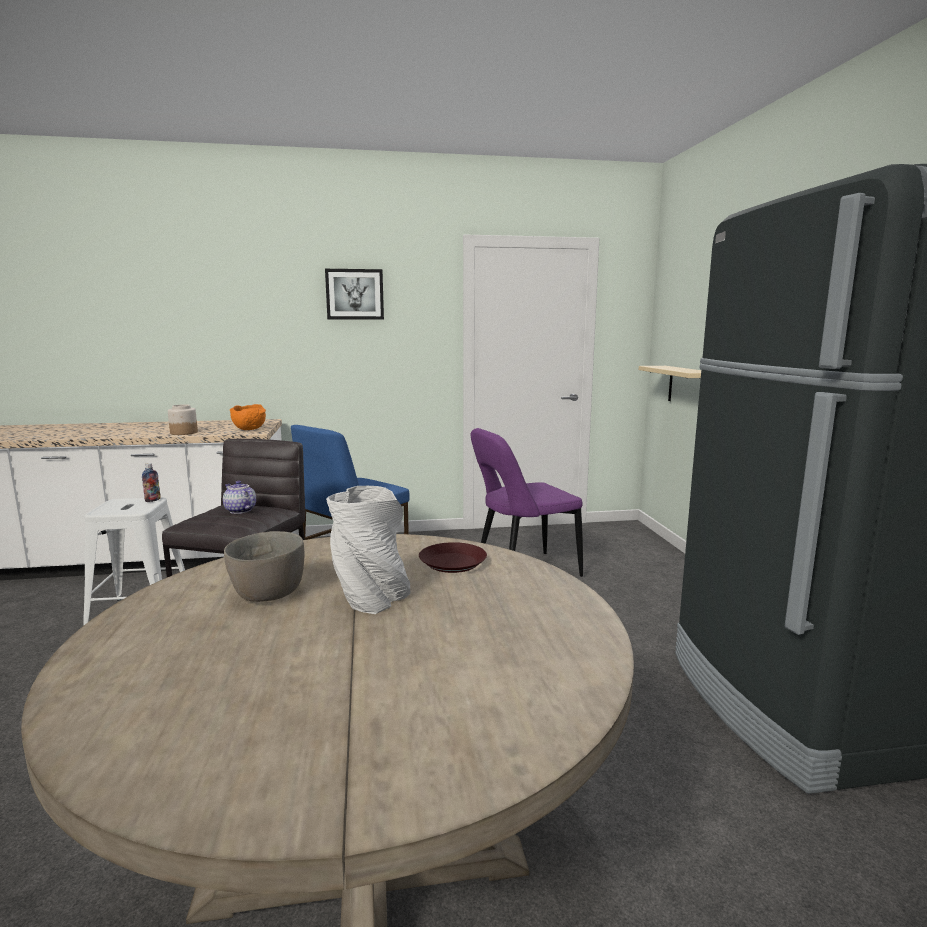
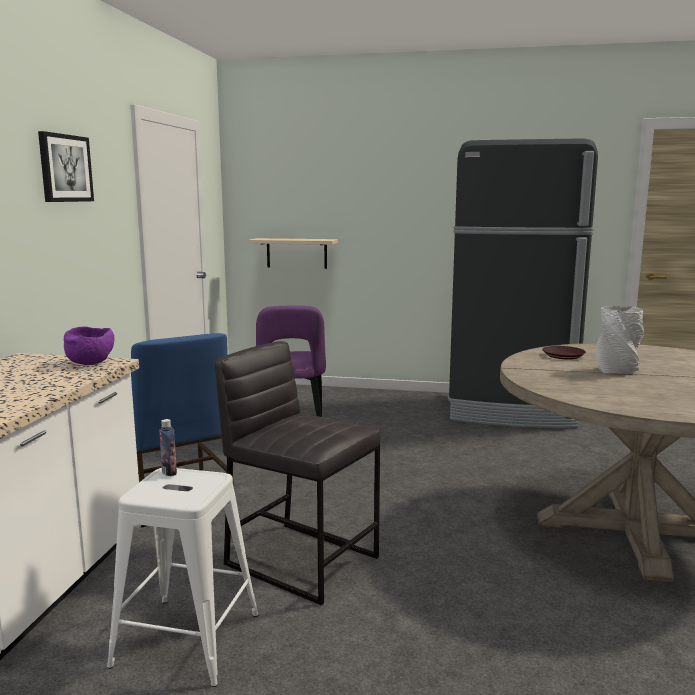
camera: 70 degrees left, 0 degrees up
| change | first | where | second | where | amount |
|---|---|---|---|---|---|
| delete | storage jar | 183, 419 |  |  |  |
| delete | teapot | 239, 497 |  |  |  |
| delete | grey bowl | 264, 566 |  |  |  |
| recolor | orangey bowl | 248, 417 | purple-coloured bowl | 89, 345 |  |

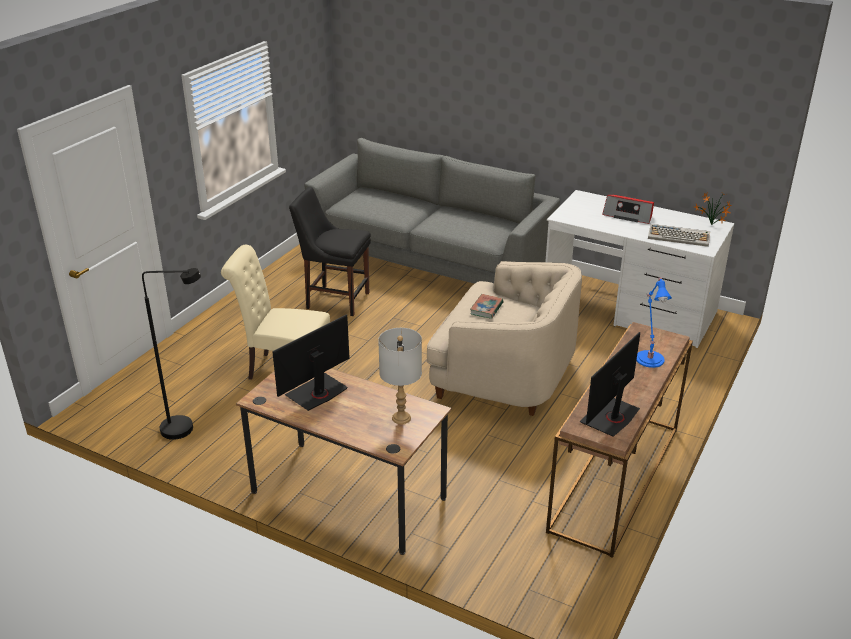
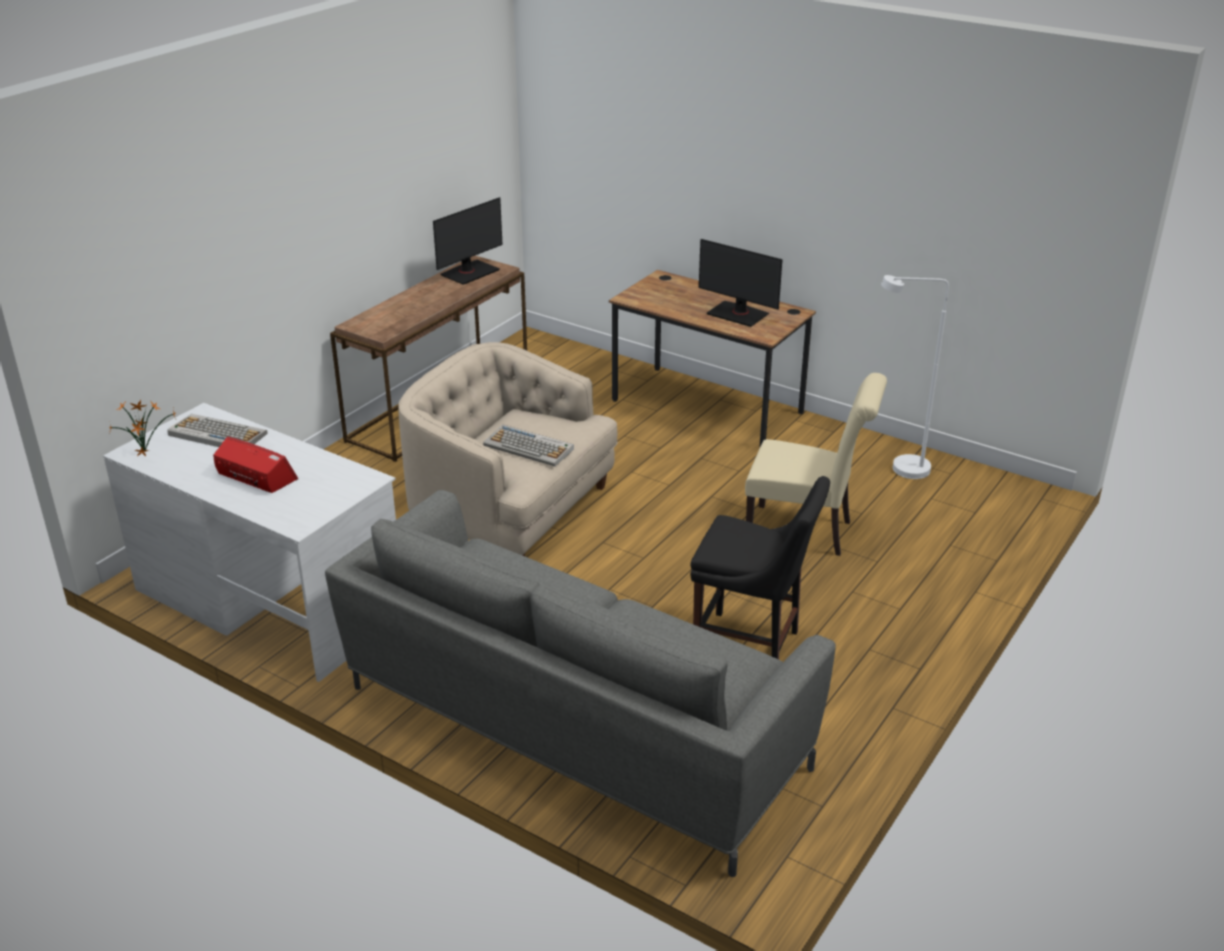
camera: 175 degrees left, 0 degrees up
| change | first | where | second | where | amount |
|---|---|---|---|---|---|
| recolor | black standard lamp | 171, 354 | white-coloured standard lamp | 915, 377 |  |
| rotate | computer display | 311, 362 |  | 741, 283 | 75 degrees clockwise |
| delete | grey table lamp | 400, 376 |  |  |  |
| replace | volume | 487, 306 | PC keyboard | 528, 445 |  |
| delete | blue-coloured table lamp | 654, 322 |  |  |  |

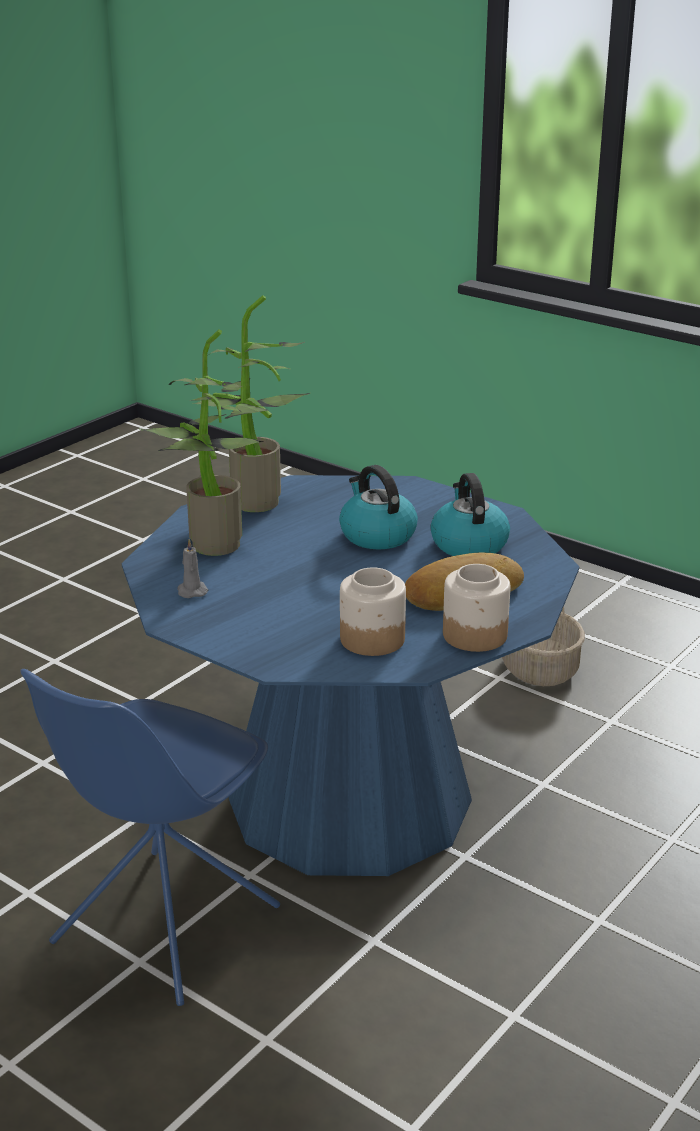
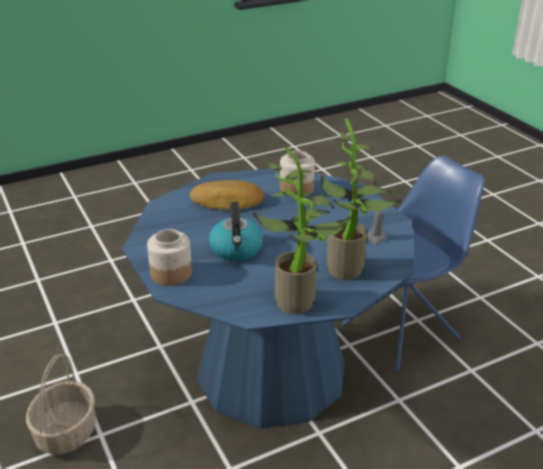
camera: 155 degrees left, 5 degrees up
| change | first | where | second | where | amount |
|---|---|---|---|---|---|
| delete | water kettle | 470, 514 |  |  |  |
| move | storage jar | 476, 608 |  | 169, 257 |  |

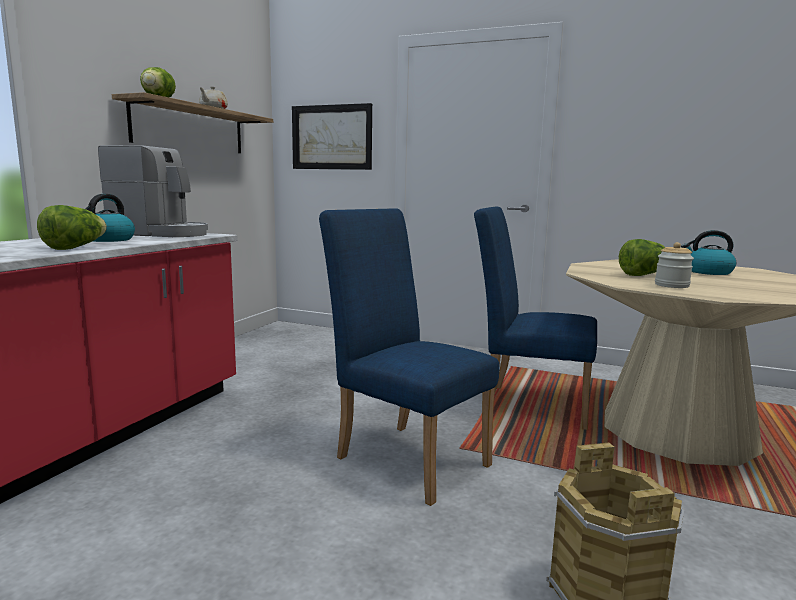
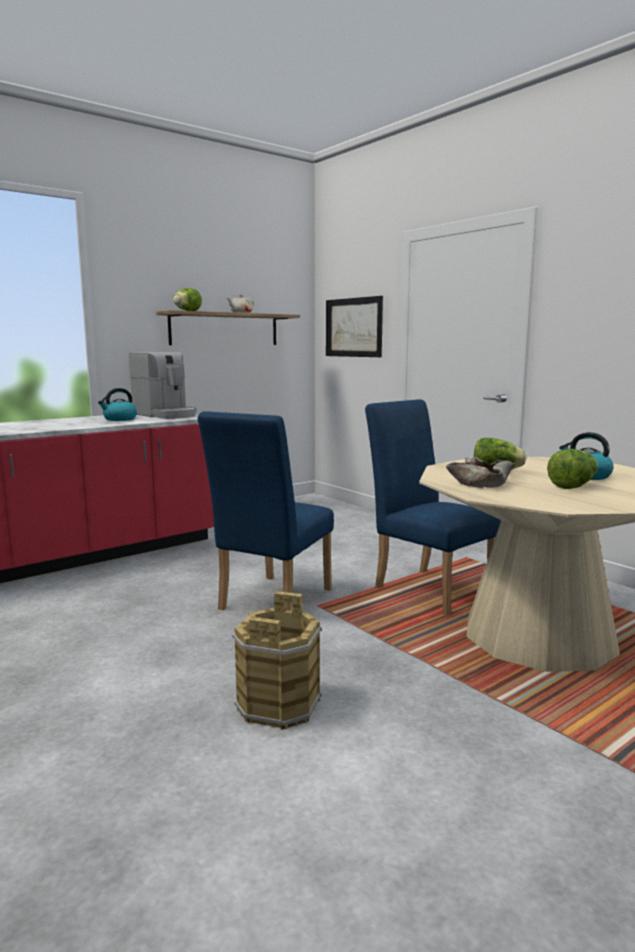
camera: 30 degrees right, 0 degrees up
| change | first | where | second | where | amount |
|---|---|---|---|---|---|
| move | lettuce head | 72, 227 |  | 572, 469 |  |
| rotate | blue-coloured upright chair | 409, 357 |  | 266, 510 | 135 degrees counterclockwise |
| replace | storage jar | 674, 265 | sand-coloured bowl | 480, 472 |  |

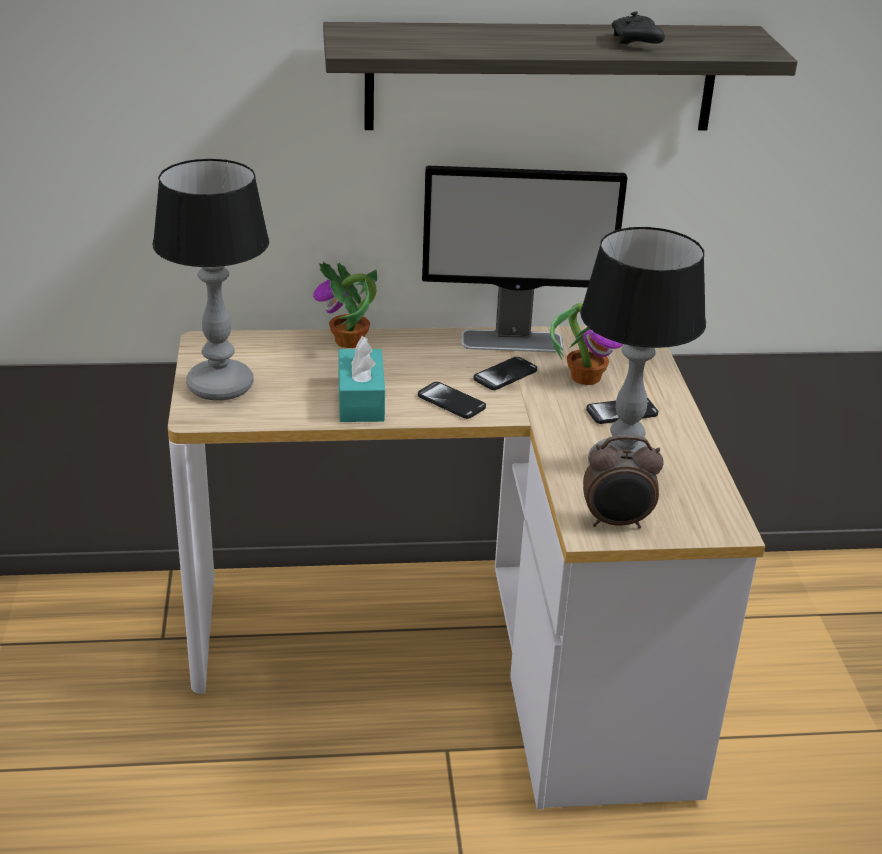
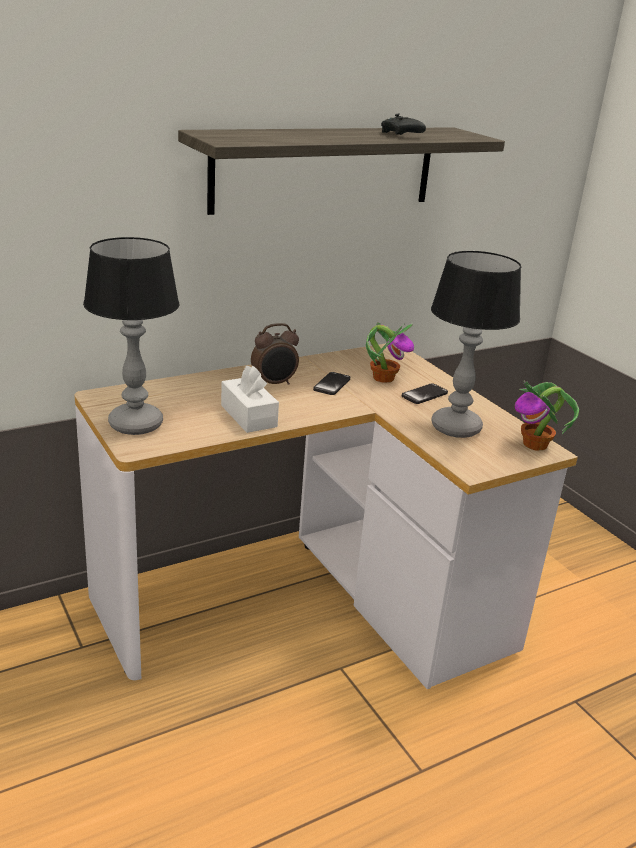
camera: 25 degrees left, 5 degrees down
| change | first | where | second | where | amount |
|---|---|---|---|---|---|
| move | potted plant | 345, 305 |  | 547, 415 |  |
| recolor | turquoise-coloured tissue box | 361, 379 | white-coloured tissue box | 250, 399 |  |
| delete | handset | 452, 400 |  |  |  |
| delete | computer display | 524, 259 |  |  |  |
| move | table clock | 623, 482 |  | 275, 354 |  |

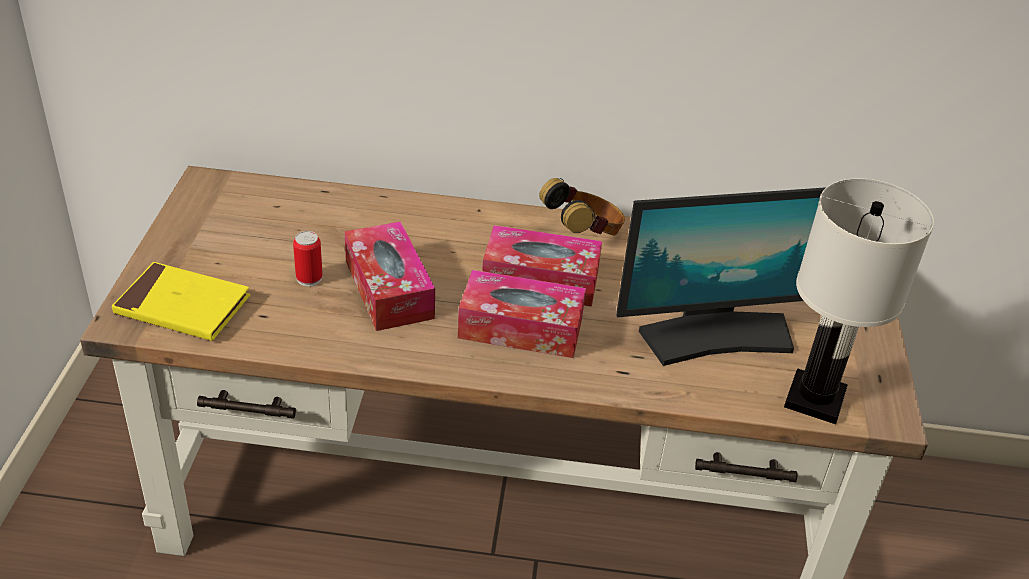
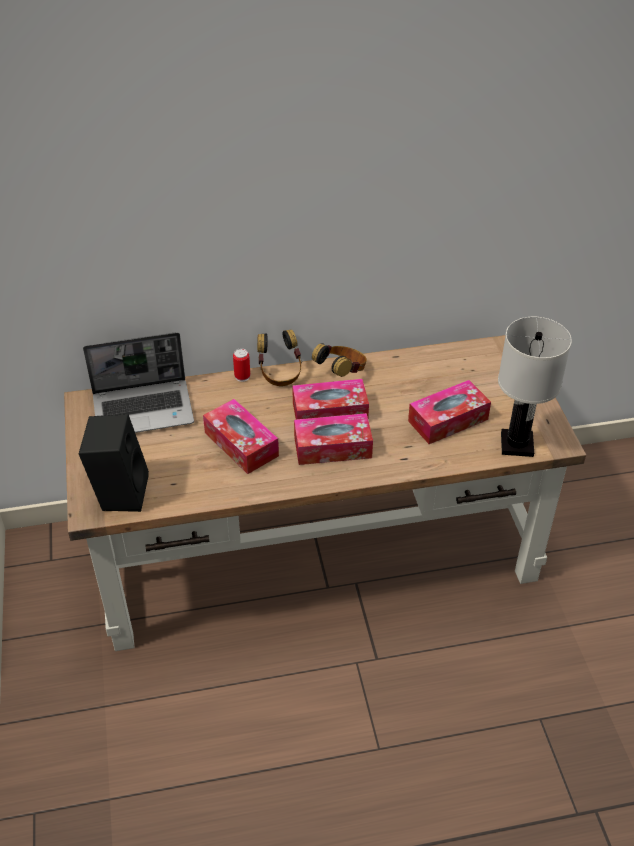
camera: 15 degrees left, 5 degrees up
| change | first | where | second | where | amount |
|---|---|---|---|---|---|
| replace | yellowish volume | 181, 301 | black audio speaker | 114, 463 |  |
| move | metal can | 308, 259 |  | 241, 365 |  |
| replace | computer display | 721, 276 | tissue box | 449, 412 |  |
| insert |  |  | notebook computer | 138, 382 |  |
| insert |  |  | headphones | 279, 357 |  |

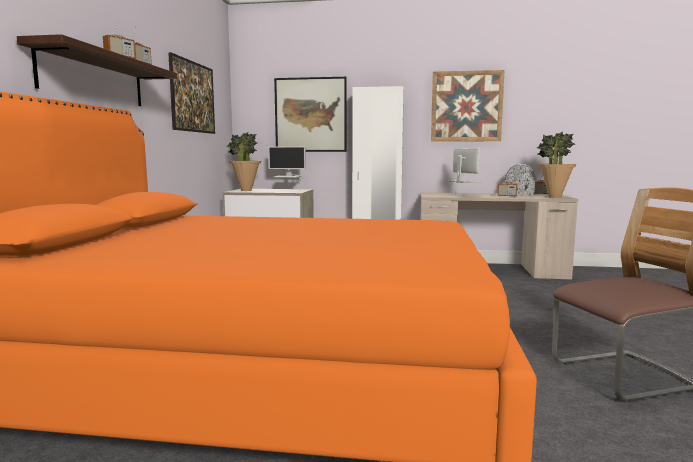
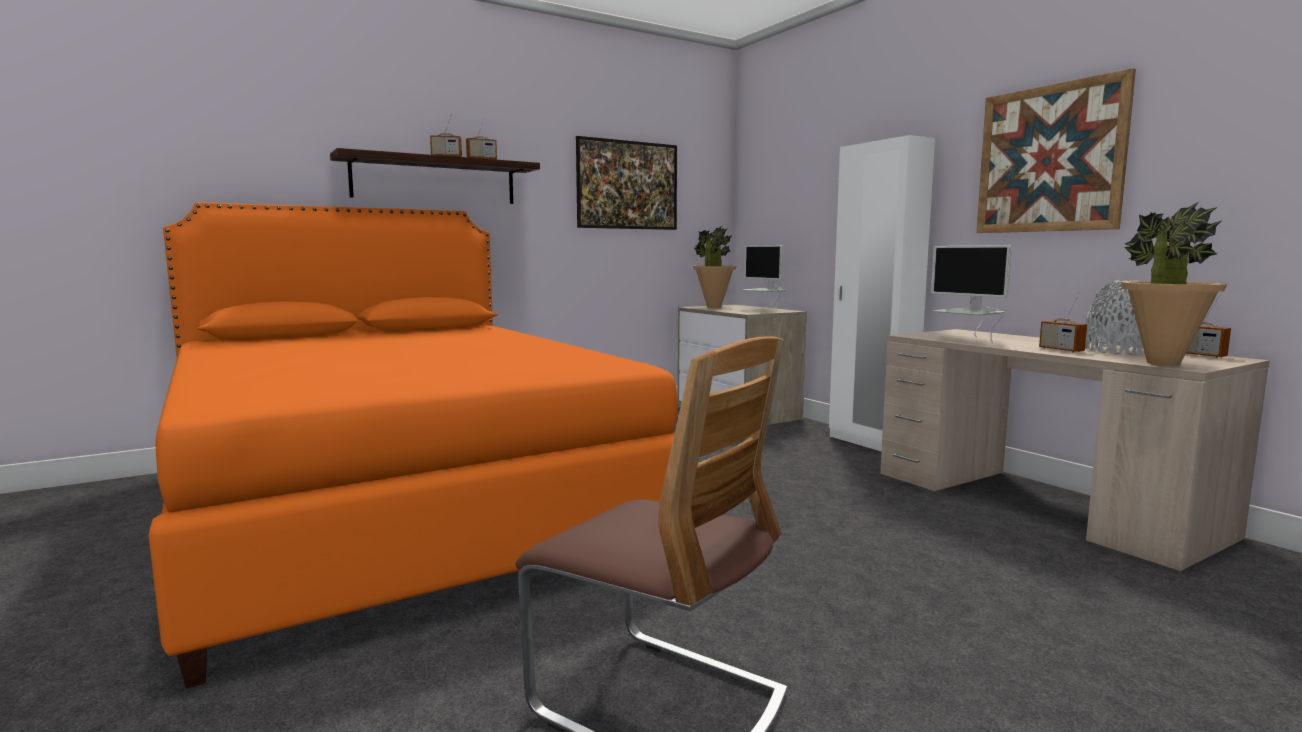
camera: 50 degrees right, 0 degrees up
| change | first | where | second | where | amount |
|---|---|---|---|---|---|
| delete | picture | 310, 114 |  |  |  |
| rotate | computer display | 464, 172 |  | 971, 294 | 120 degrees clockwise |

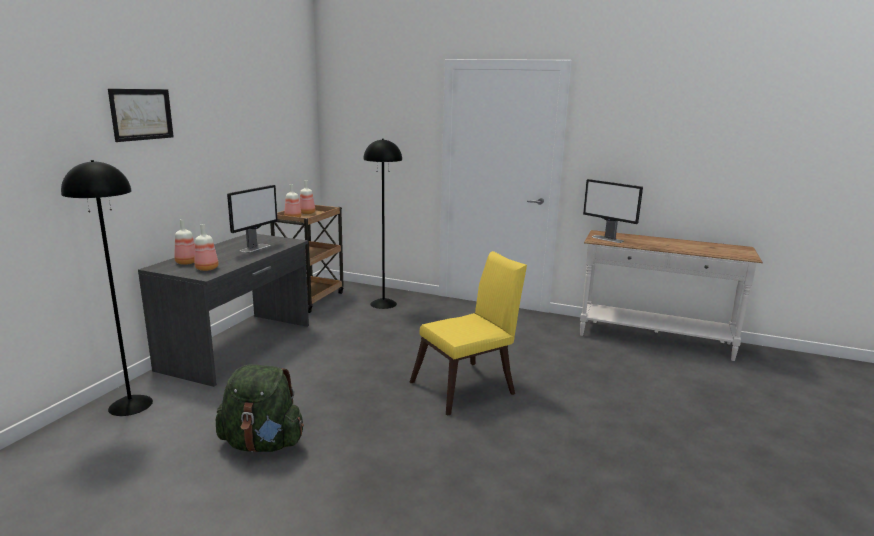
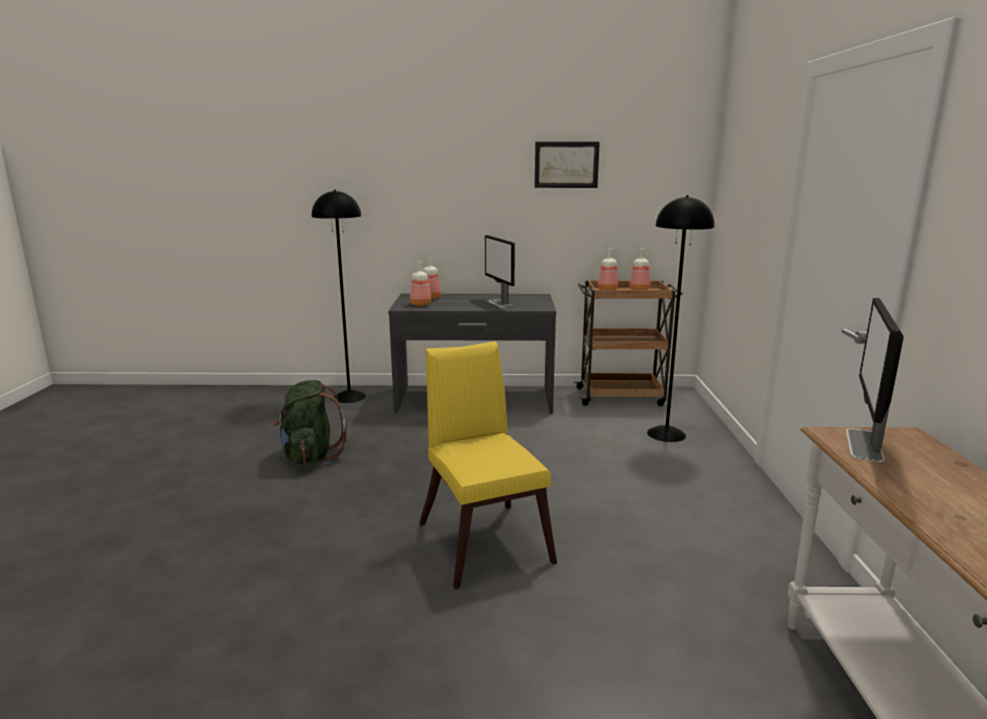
camera: 70 degrees right, 0 degrees up
| change | first | where | second | where | amount |
|---|---|---|---|---|---|
| move | picture | 141, 115 |  | 567, 165 |  |
| rotate | computer display | 252, 219 |  | 500, 271 | 60 degrees clockwise |
| rotate | yellowish upright chair | 468, 333 |  | 488, 465 | 150 degrees counterclockwise |

